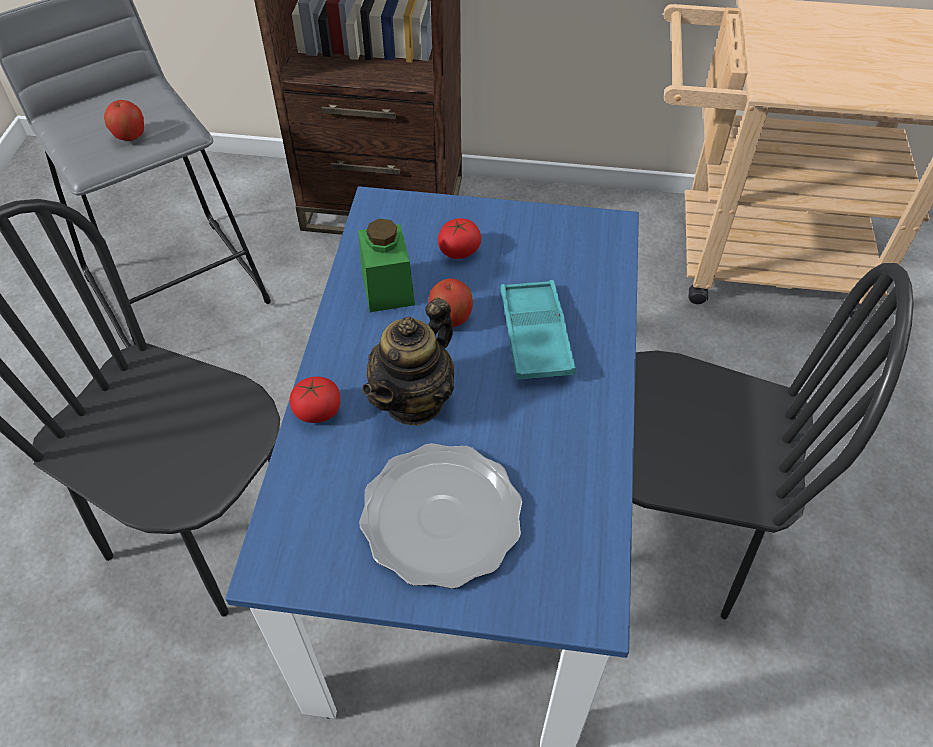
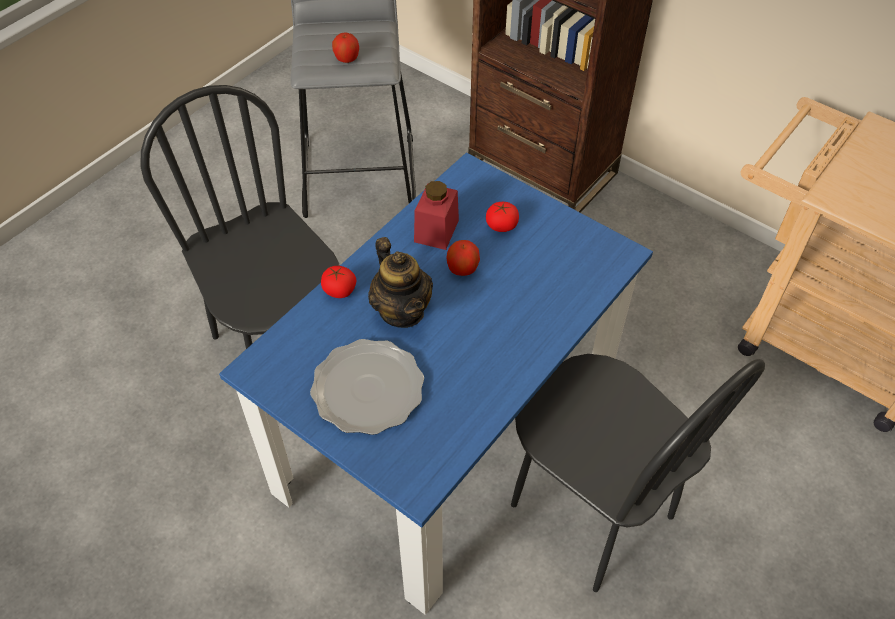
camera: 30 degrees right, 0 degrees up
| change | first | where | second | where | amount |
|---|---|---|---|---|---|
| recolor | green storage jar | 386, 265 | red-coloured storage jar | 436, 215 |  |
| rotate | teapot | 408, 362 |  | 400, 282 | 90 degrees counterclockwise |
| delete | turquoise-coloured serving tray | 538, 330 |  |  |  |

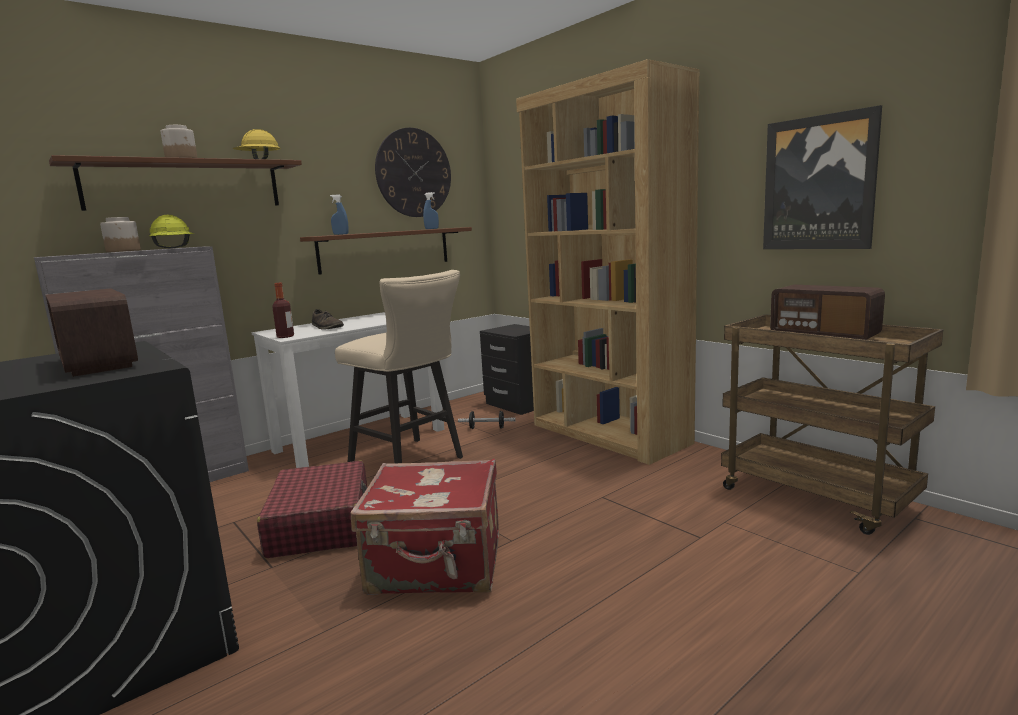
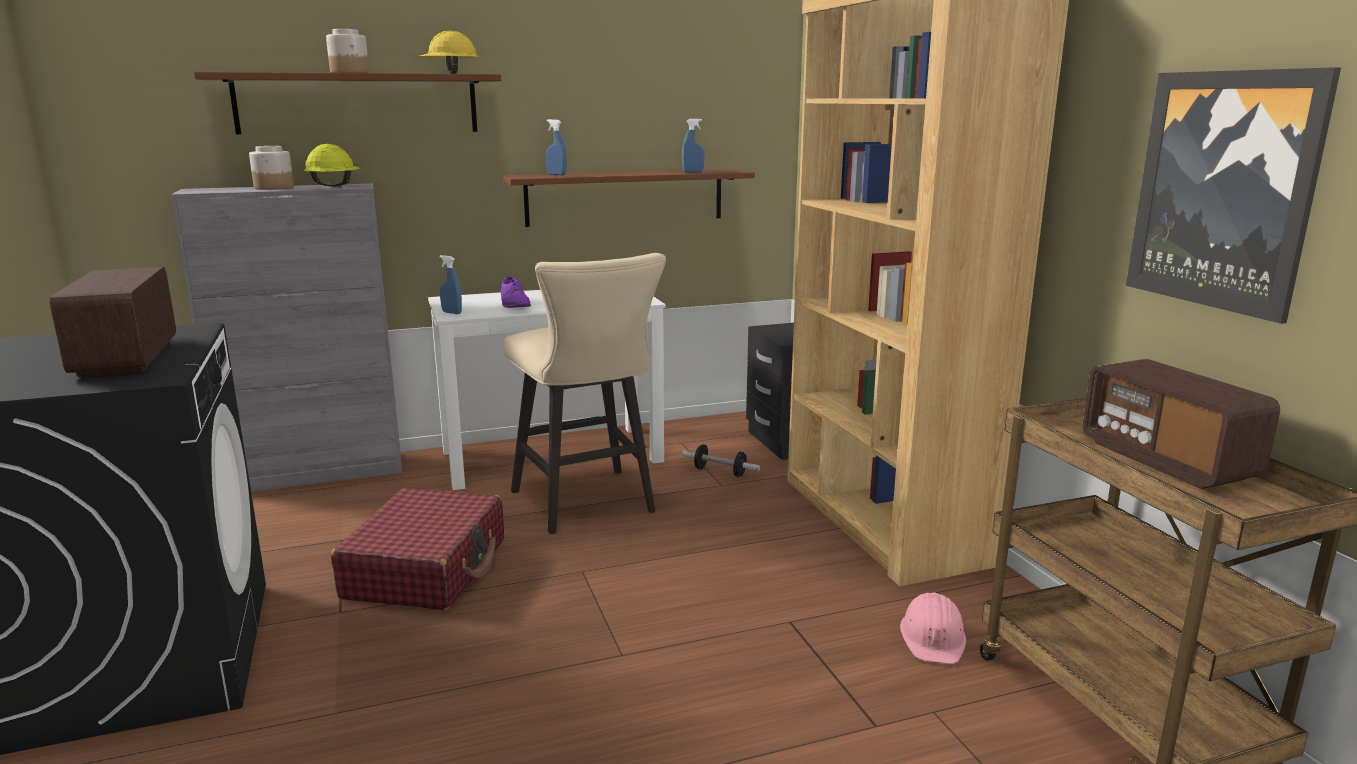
camera: 20 degrees right, 5 degrees up
| change | first | where | second | where | amount |
|---|---|---|---|---|---|
| replace | bottle | 283, 310 | blue-coloured hand sprayer | 450, 284 |  |
| recolor | brownish low shoe | 328, 319 | purple-coloured low shoe | 516, 292 |  |
| delete | red-coloured suitcase | 425, 527 |  |  |  |
| delete | wall clock | 413, 172 |  |  |  |
| insert |  |  | pink hard hat | 933, 628 |  |

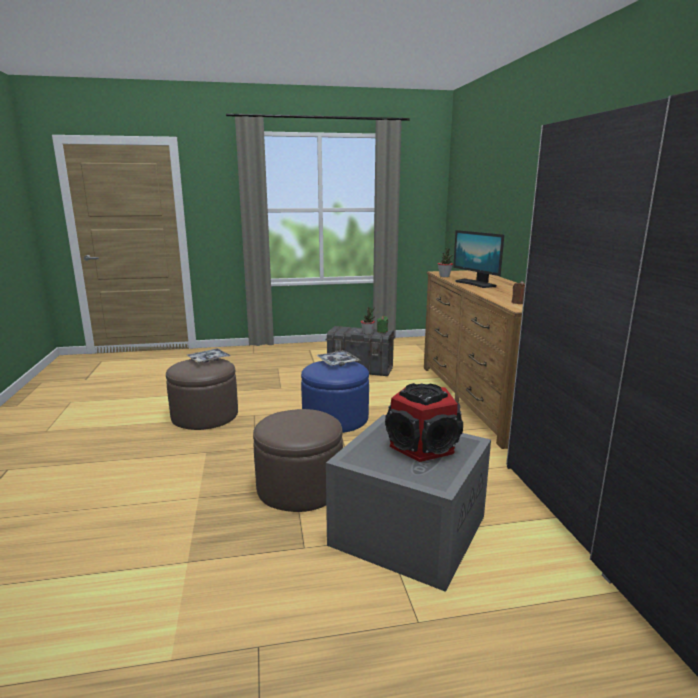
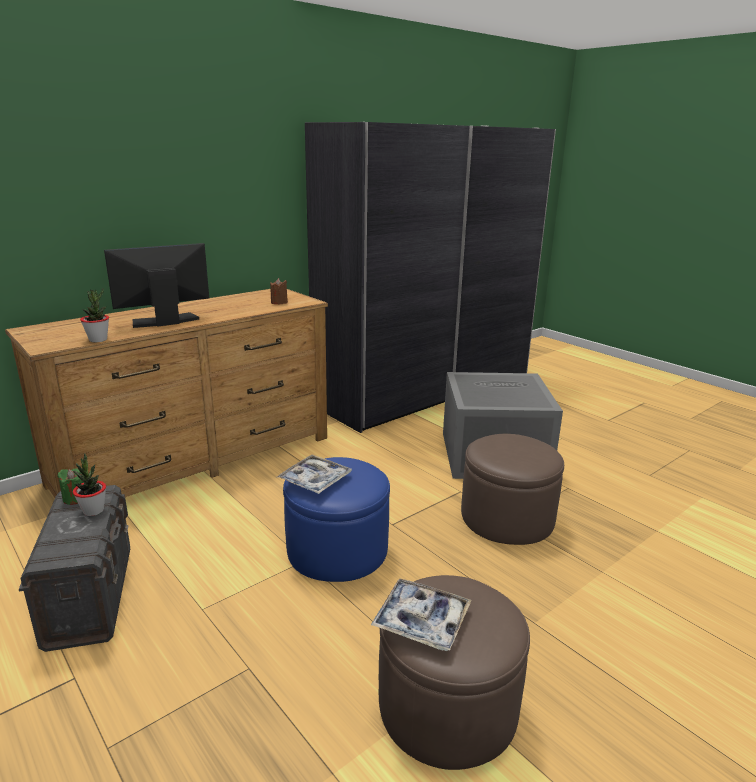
camera: 120 degrees left, 5 degrees up
| change | first | where | second | where | amount |
|---|---|---|---|---|---|
| delete | audio speaker | 424, 422 |  |  |  |
| rotate | computer display | 478, 259 |  | 156, 285 | 150 degrees counterclockwise |

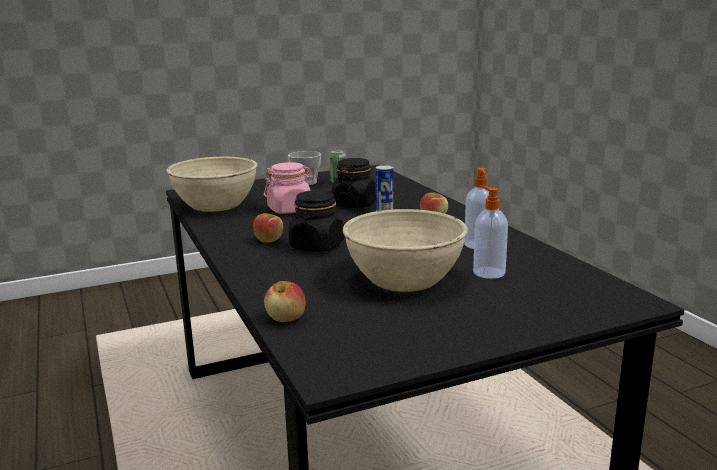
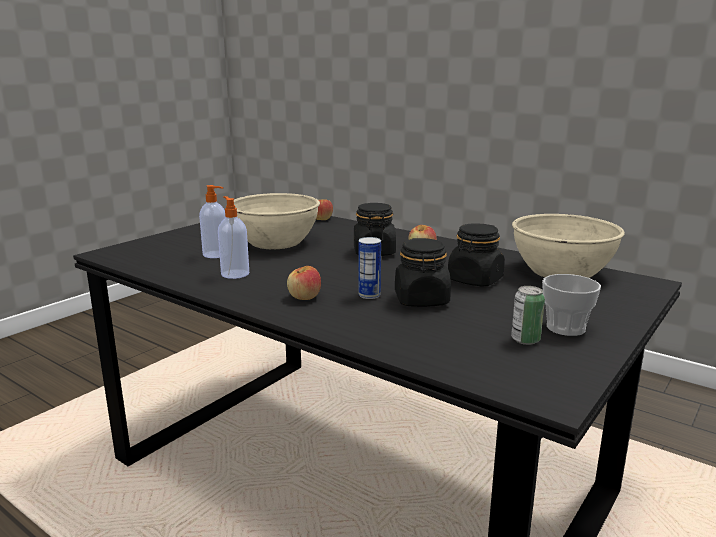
camera: 150 degrees right, 0 degrees up
| change | first | where | second | where | amount |
|---|---|---|---|---|---|
| recolor | pink storage jar | 289, 188 | black storage jar | 476, 254 |  |

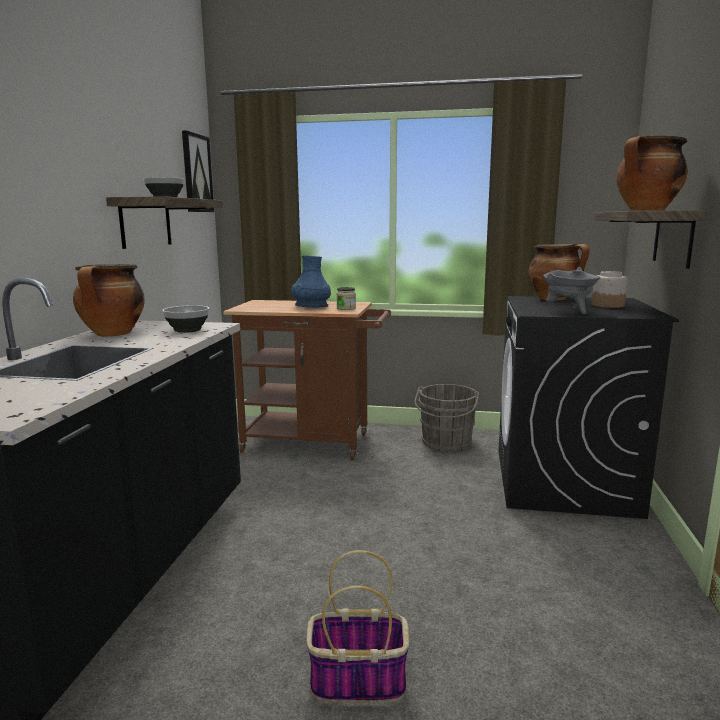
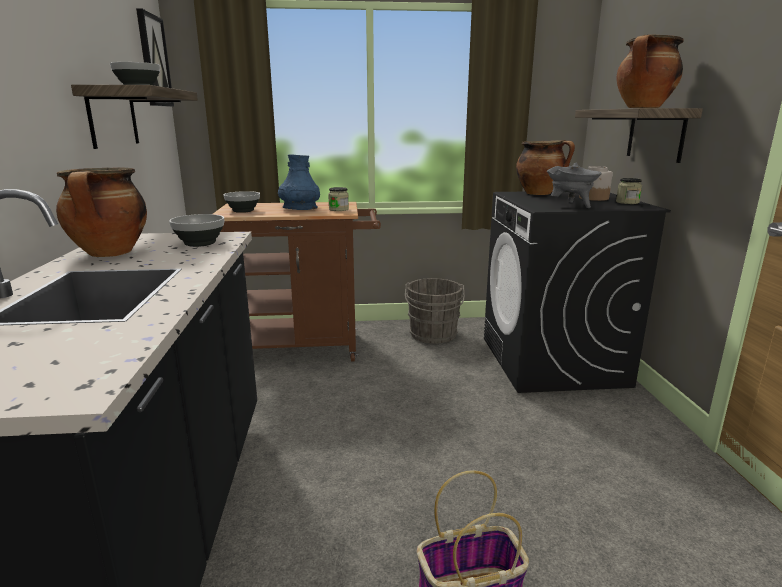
camera: 15 degrees left, 5 degrees up
| change | first | where | second | where | amount |
|---|---|---|---|---|---|
| insert |  |  | bowl | 241, 202 |  |
| insert |  |  | storage jar | 629, 191 |  |

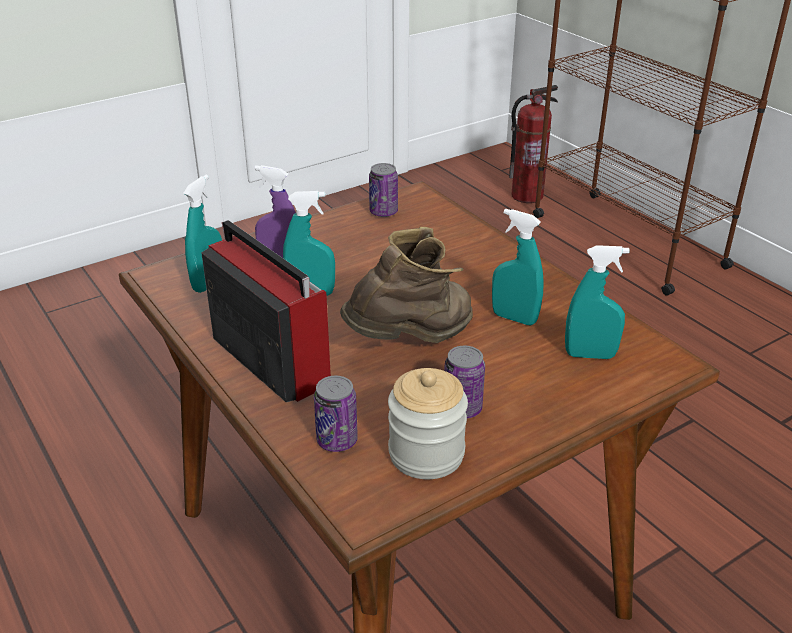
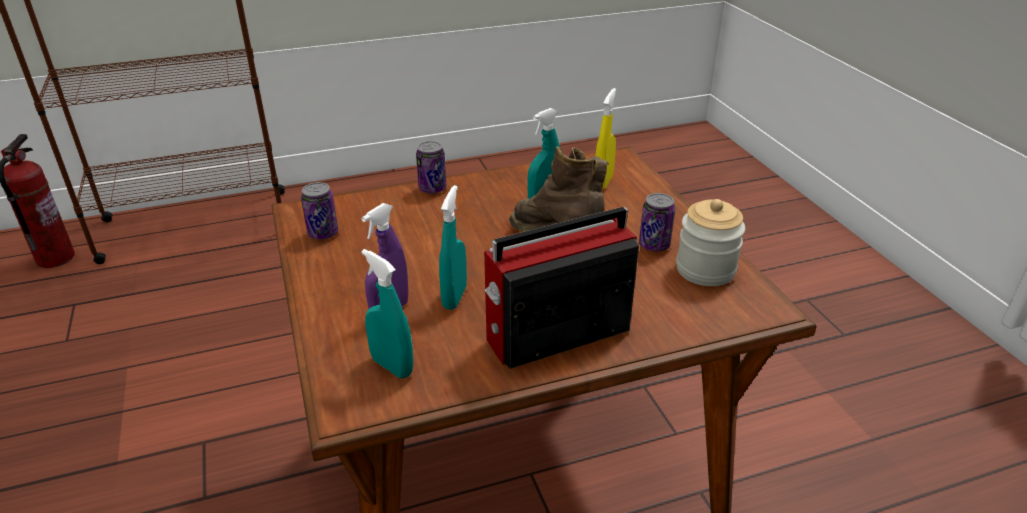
camera: 75 degrees left, 0 degrees up
| change | first | where | second | where | amount |
|---|---|---|---|---|---|
| move | metal can | 336, 414 |  | 431, 167 |  |
| recolor | turquoise-coloured hand sprayer | 597, 302 | yellowish hand sprayer | 605, 139 |  |

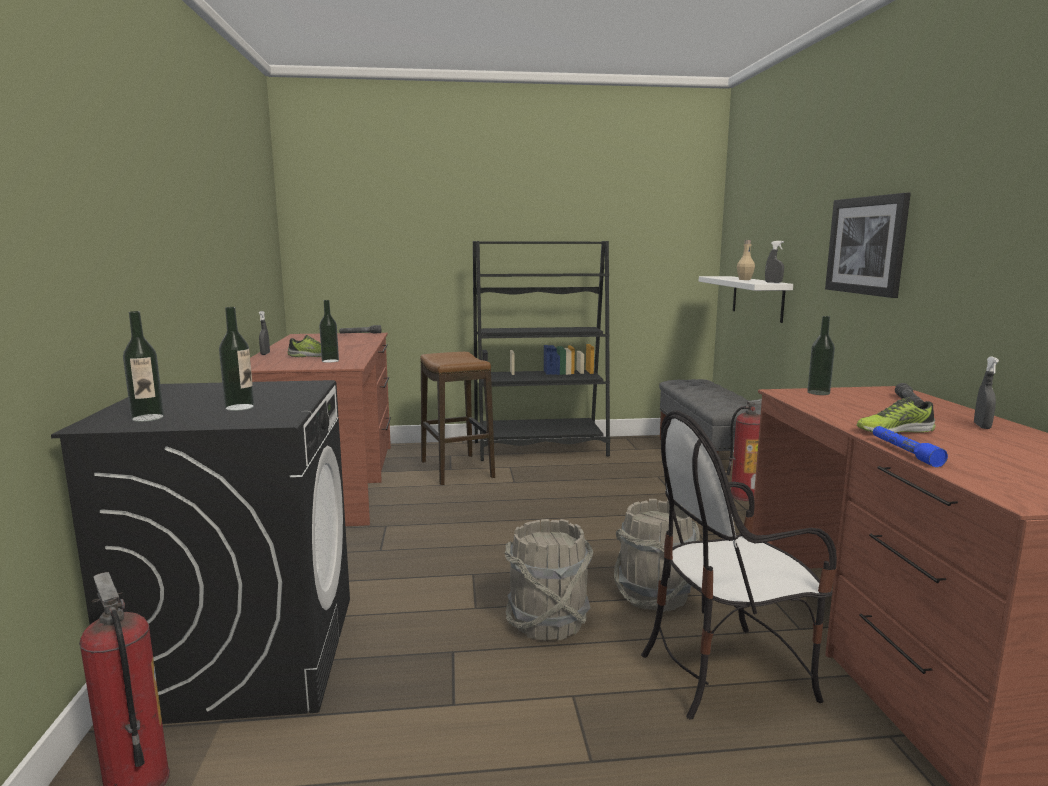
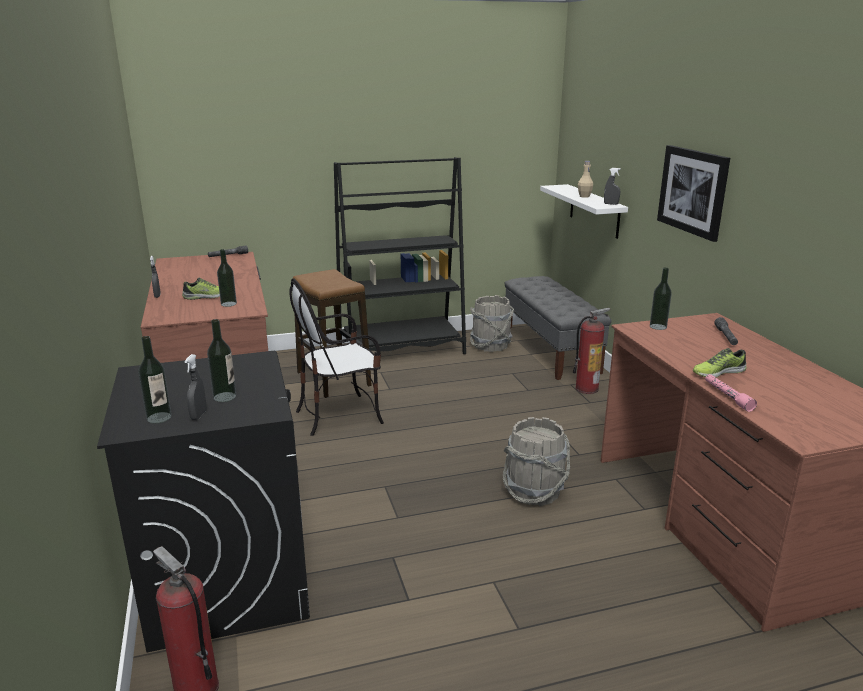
camera: 10 degrees left, 10 degrees up
| change | first | where | second | where | amount |
|---|---|---|---|---|---|
| move | grey bucket | 549, 580 |  | 492, 323 |  |
| move | upright chair | 739, 564 |  | 336, 357 |  |
| recolor | blue-coloured torch | 910, 446 | pink torch | 731, 393 |  |
| move | grey hand sprayer | 986, 392 |  | 195, 387 |  |

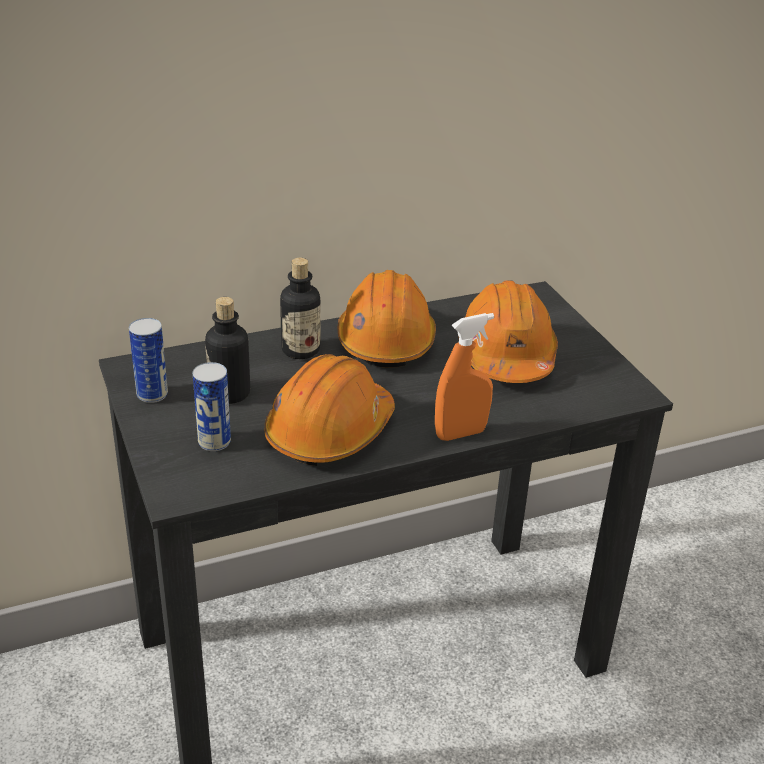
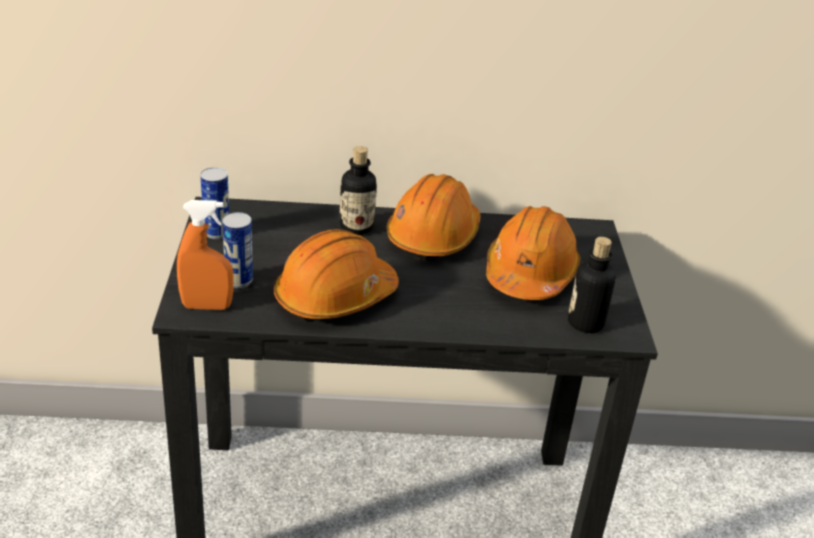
camera: 20 degrees right, 0 degrees up
| change | first | where | second | where | amount |
|---|---|---|---|---|---|
| move | bottle | 227, 350 |  | 592, 285 |  |
| move | orangey hand sprayer | 464, 377 |  | 205, 255 |  |

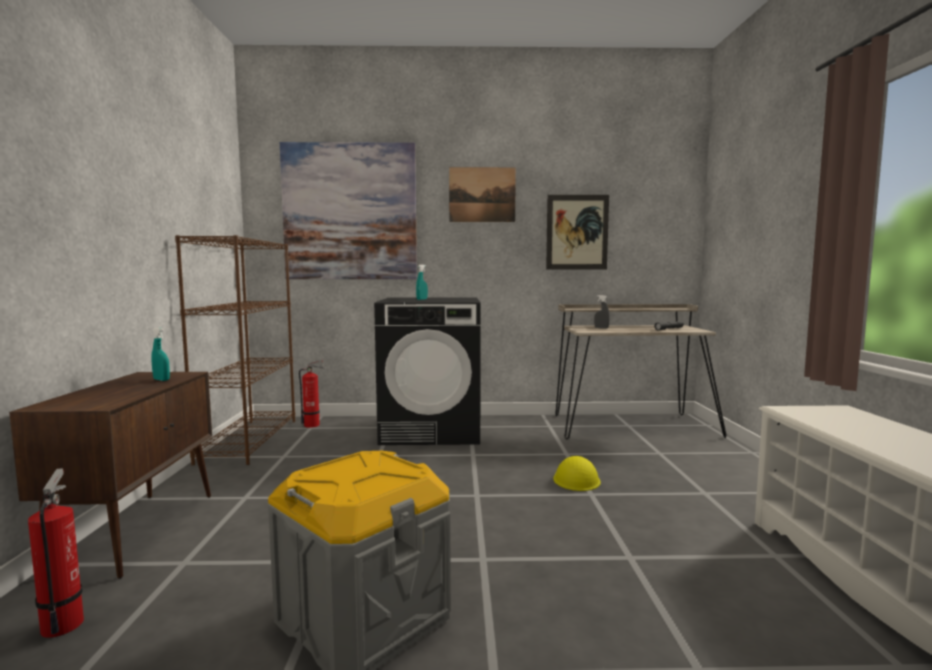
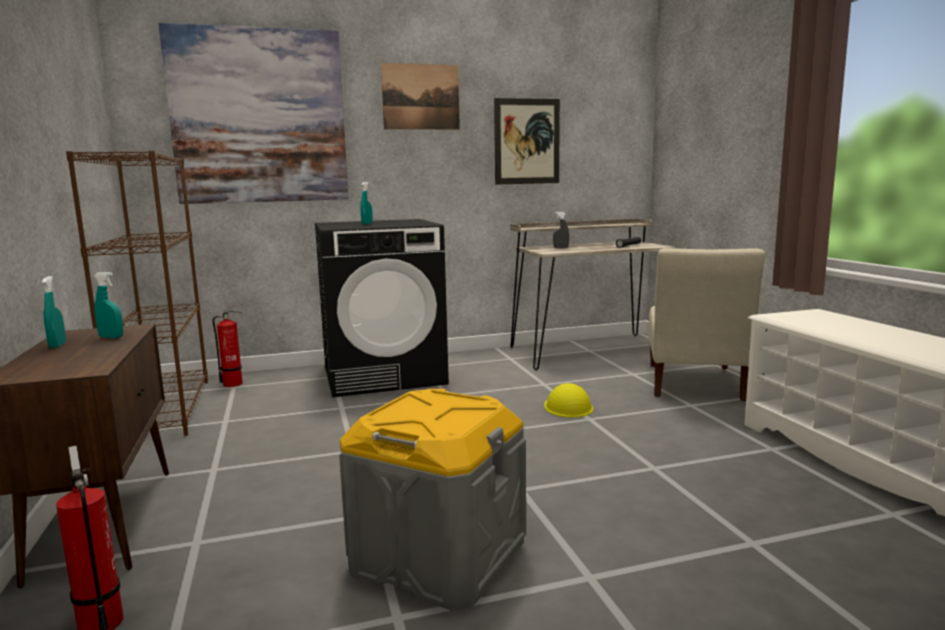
camera: 15 degrees left, 5 degrees up
| change | first | where | second | where | amount |
|---|---|---|---|---|---|
| insert |  |  | turquoise-coloured hand sprayer | 54, 312 |  |
| insert |  |  | sand-coloured upright chair | 707, 324 |  |

